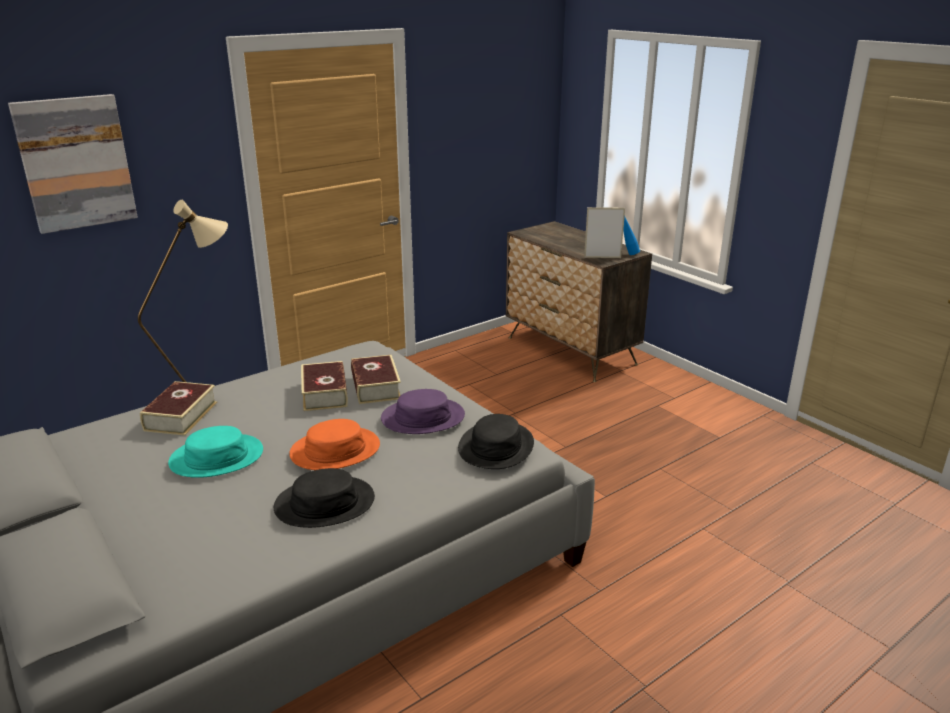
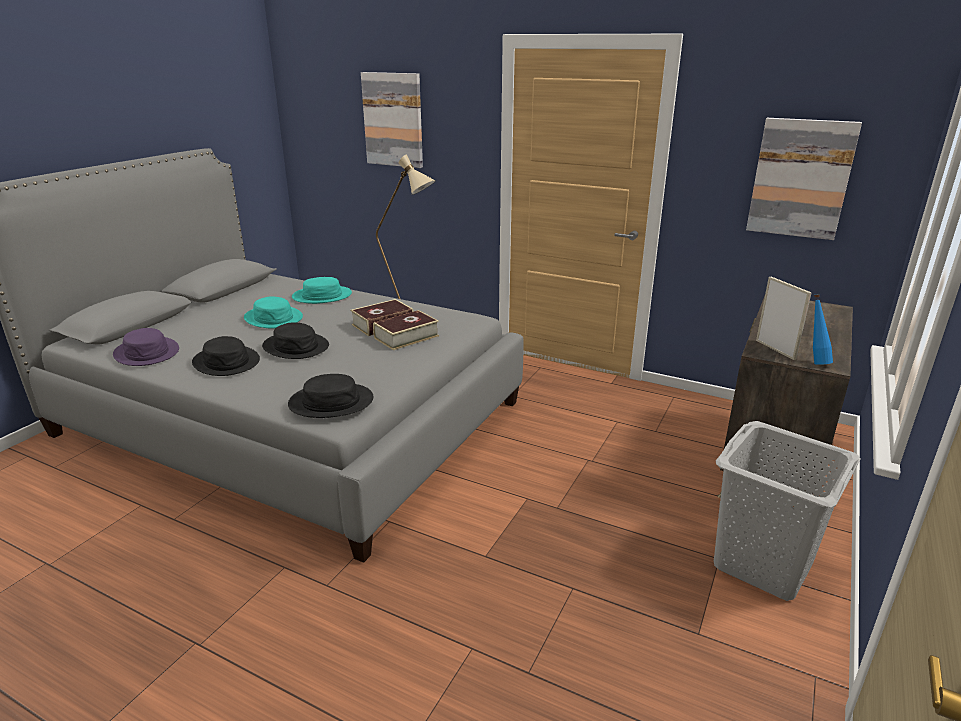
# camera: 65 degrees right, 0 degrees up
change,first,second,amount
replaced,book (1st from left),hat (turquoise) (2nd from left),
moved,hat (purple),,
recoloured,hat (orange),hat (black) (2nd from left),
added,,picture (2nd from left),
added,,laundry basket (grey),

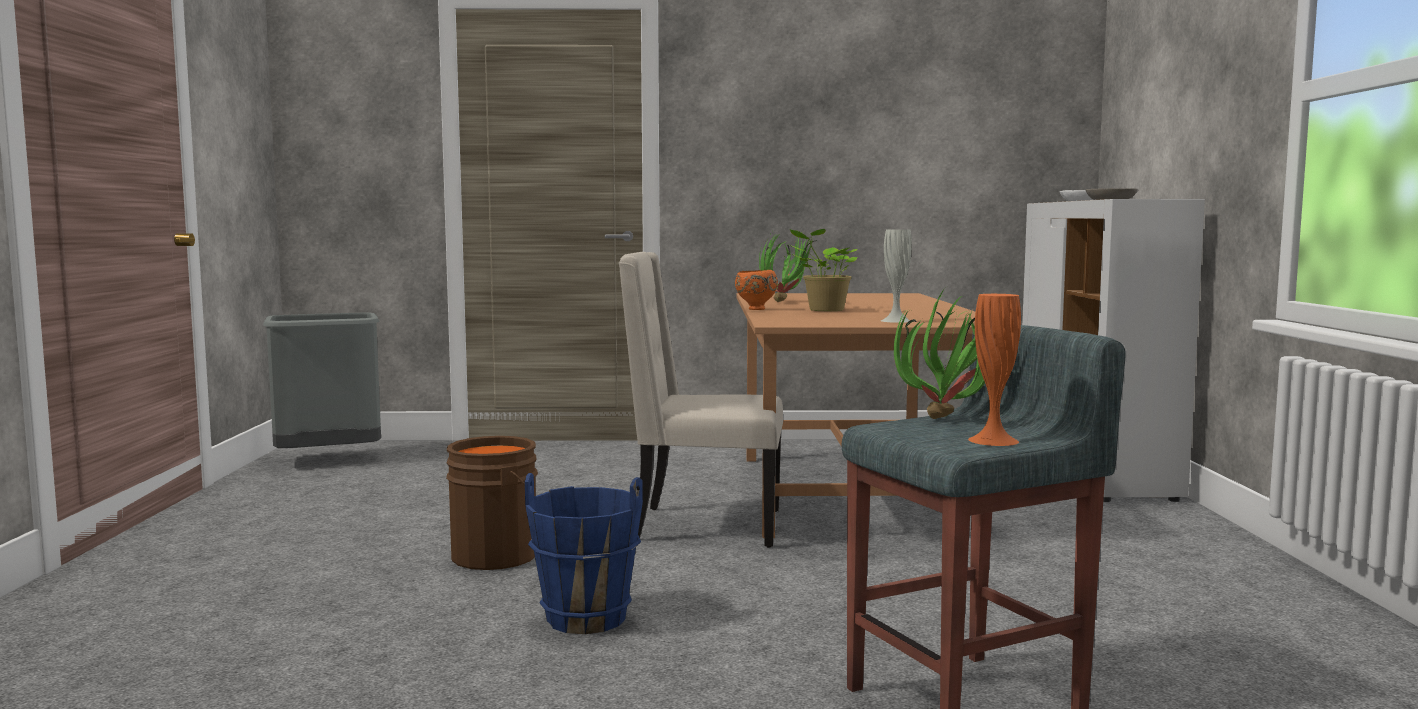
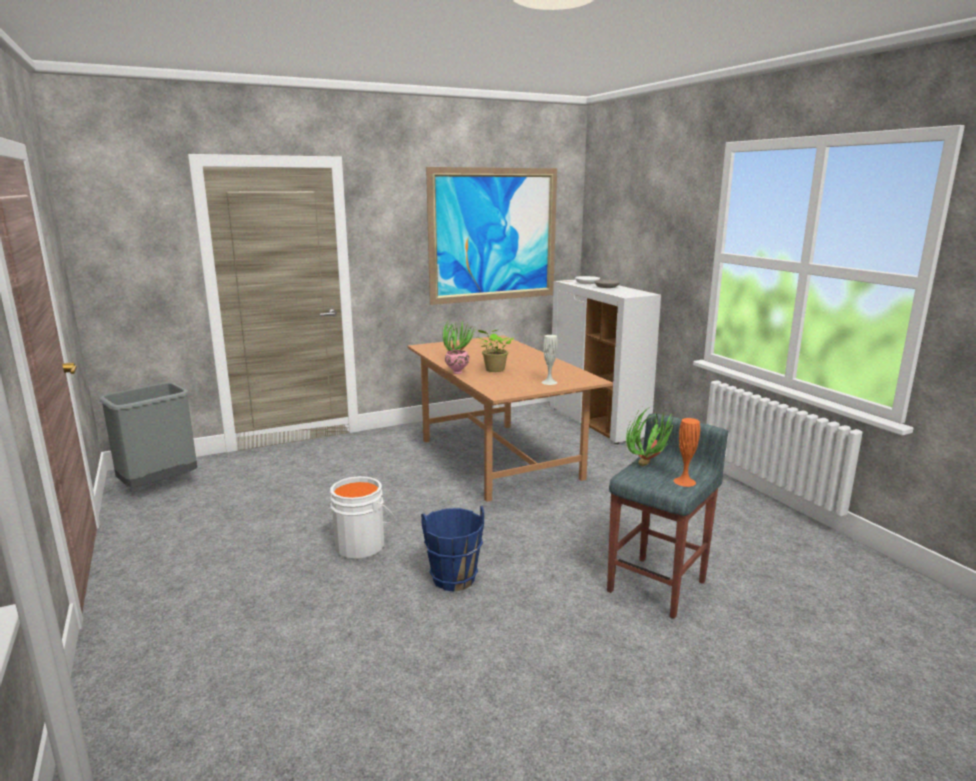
# camera: 25 degrees left, 10 degrees up
change,first,second,amount
removed,chair (beige),,
recoloured,bowl (orange),bowl (pink),
recoloured,bucket (brown),bucket (white),
added,,picture,

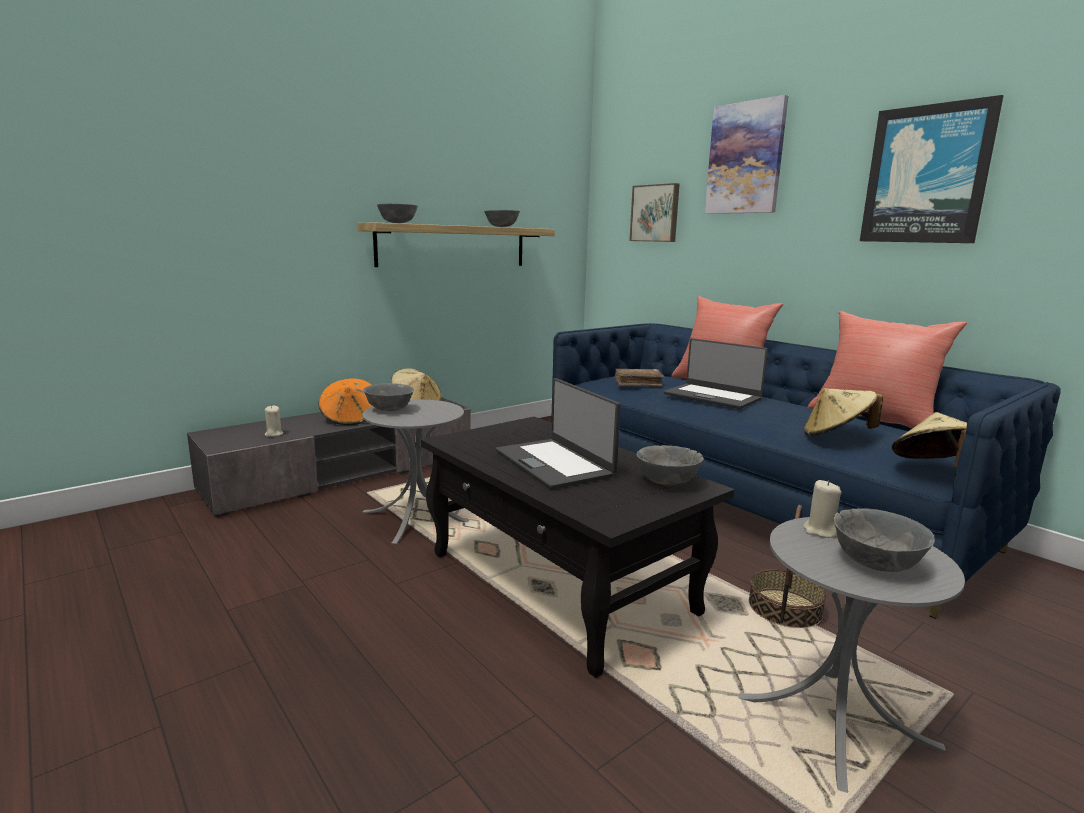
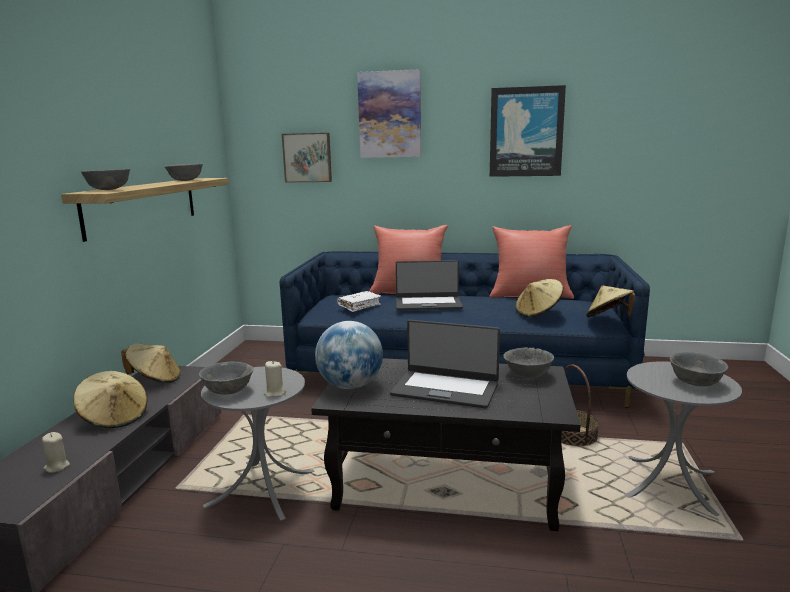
# camera: 40 degrees left, 0 degrees up
change,first,second,amount
recoloured,book (brown),book (white),
recoloured,hat (orange),hat (beige) (1st from left),
moved,candle (beige) (2nd from left),,
added,,globe,

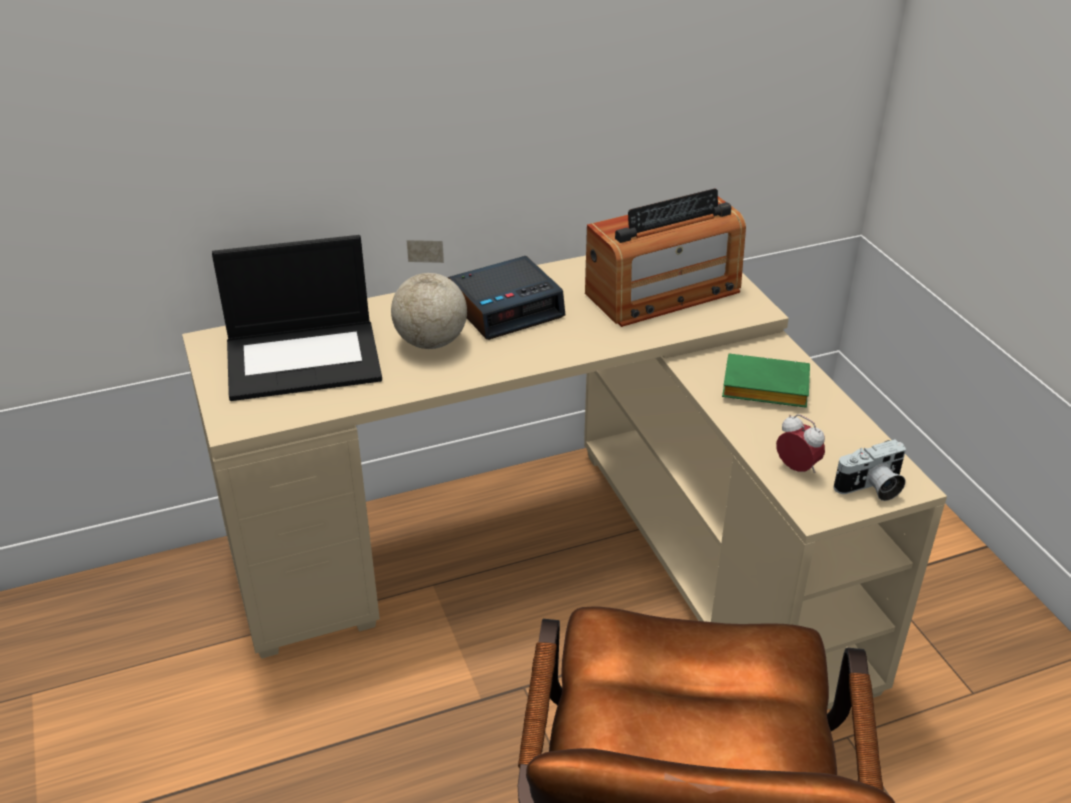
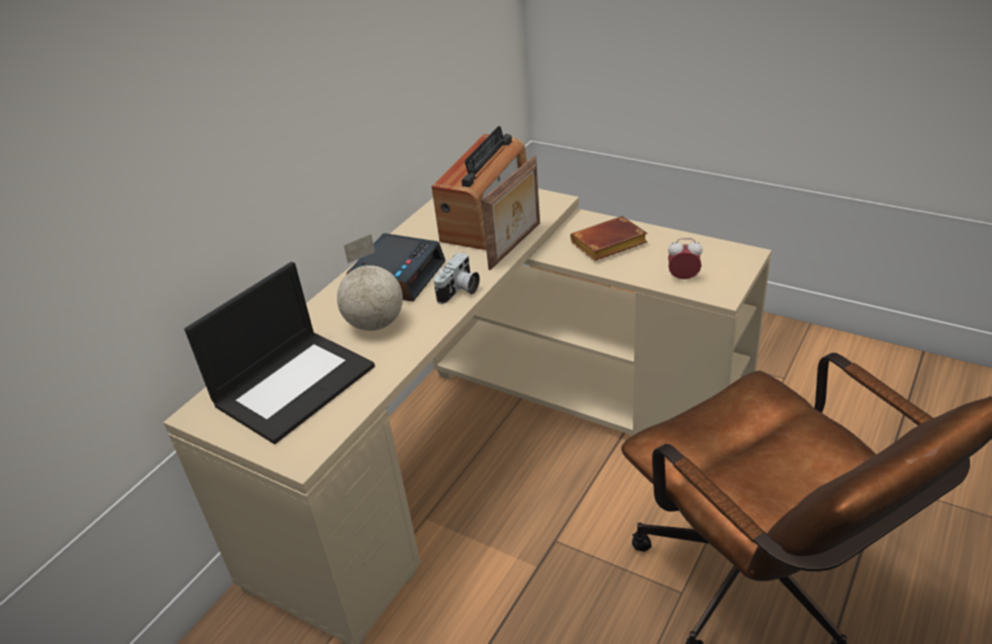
# camera: 35 degrees left, 0 degrees up
change,first,second,amount
recoloured,book (green),book (brown),
moved,photo camera,,
added,,picture frame,

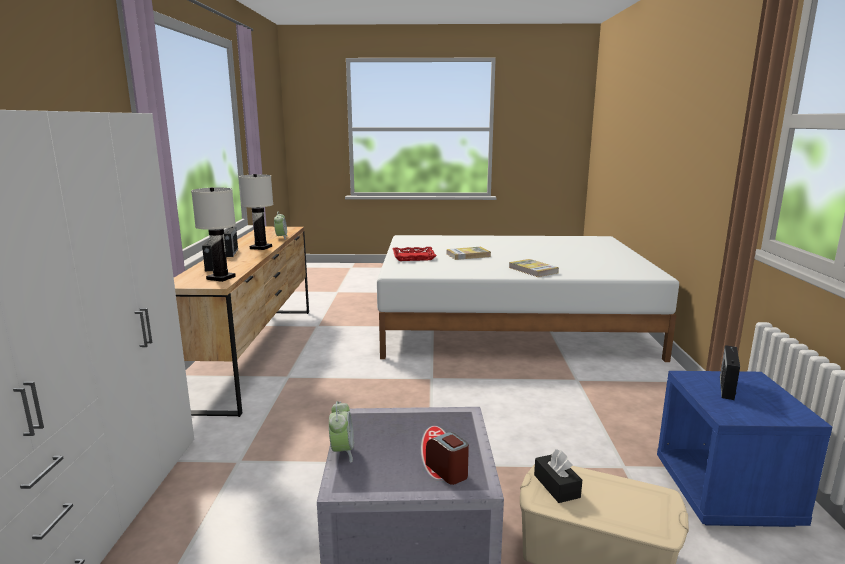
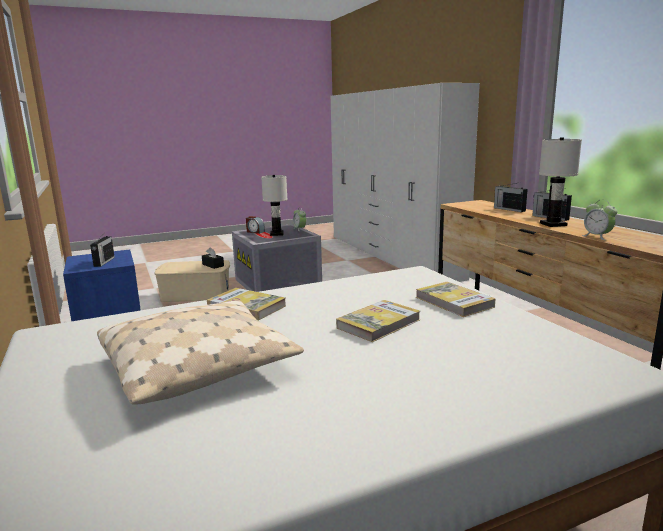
# camera: 155 degrees right, 0 degrees up
change,first,second,amount
moved,table lamp (white) (1st from left),,
replaced,tray (red),book (3rd from left),
added,,pillow (beige),

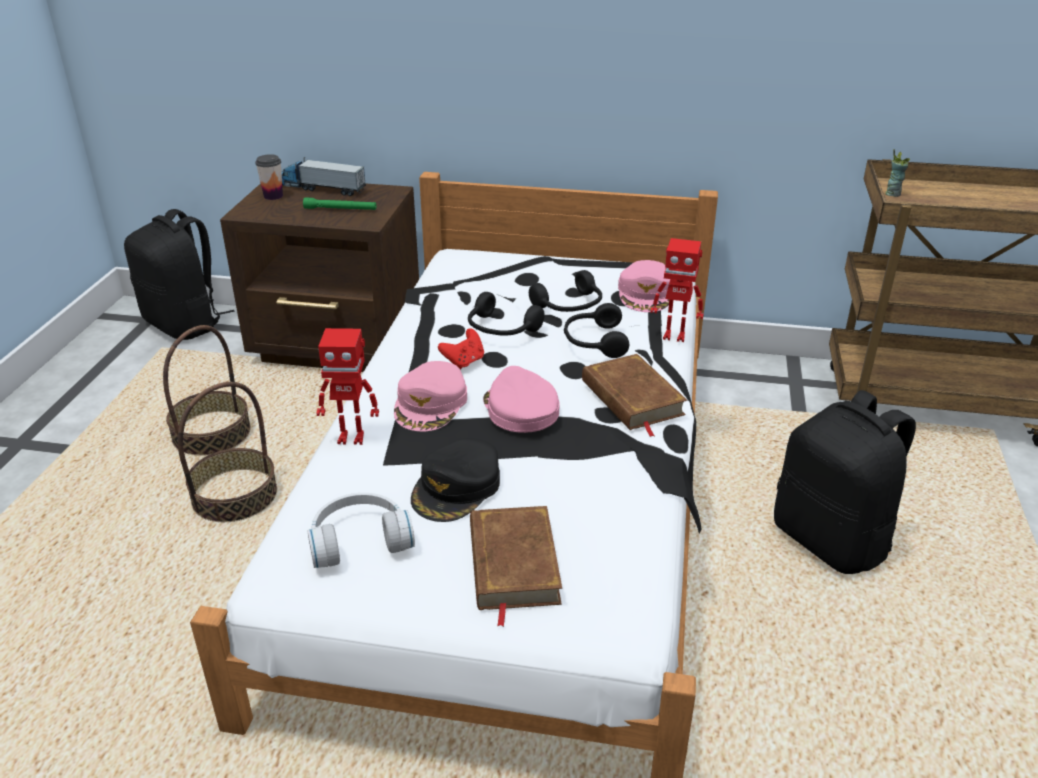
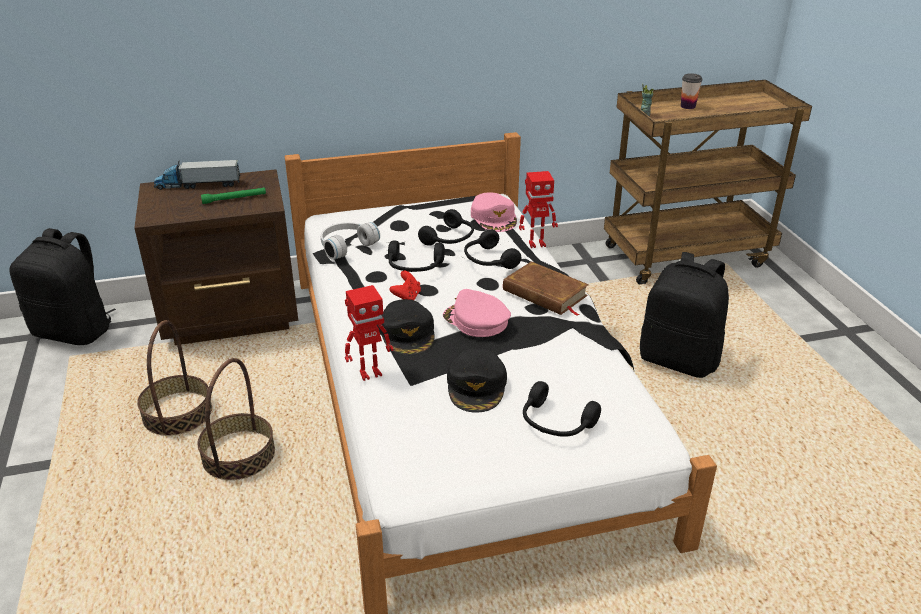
# camera: 25 degrees left, 0 degrees up
change,first,second,amount
moved,cup (1st from left in the first image),cup (2nd from left),
recoloured,cap (pink) (1st from left),cap (black) (1st from left),
moved,headphones (white),,
replaced,book (brown) (1st from left),headphones (black) (4th from left),

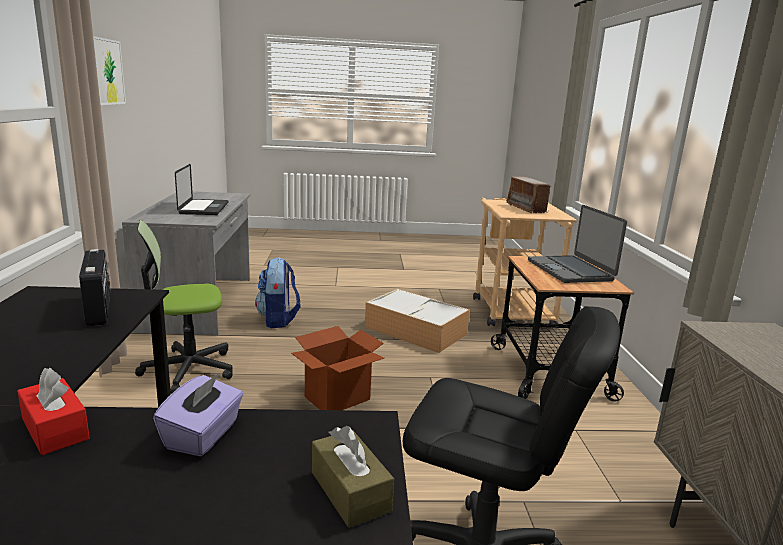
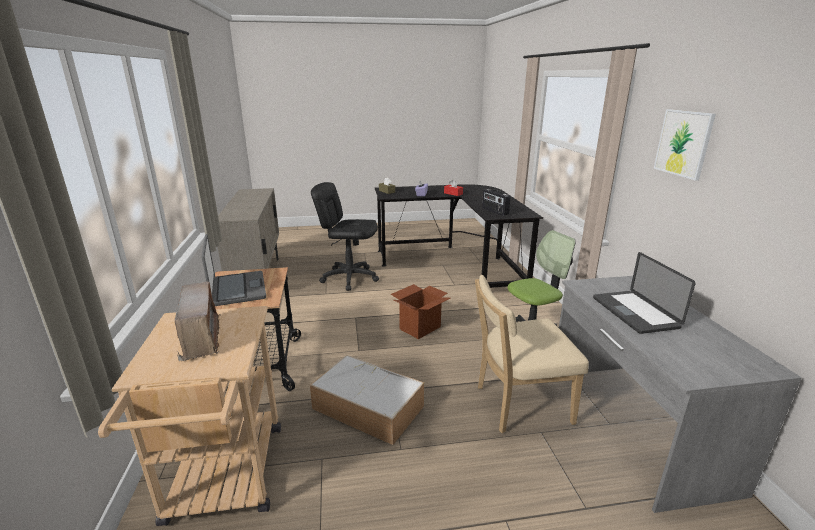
# camera: 175 degrees right, 5 degrees up
change,first,second,amount
replaced,backpack,chair (beige),

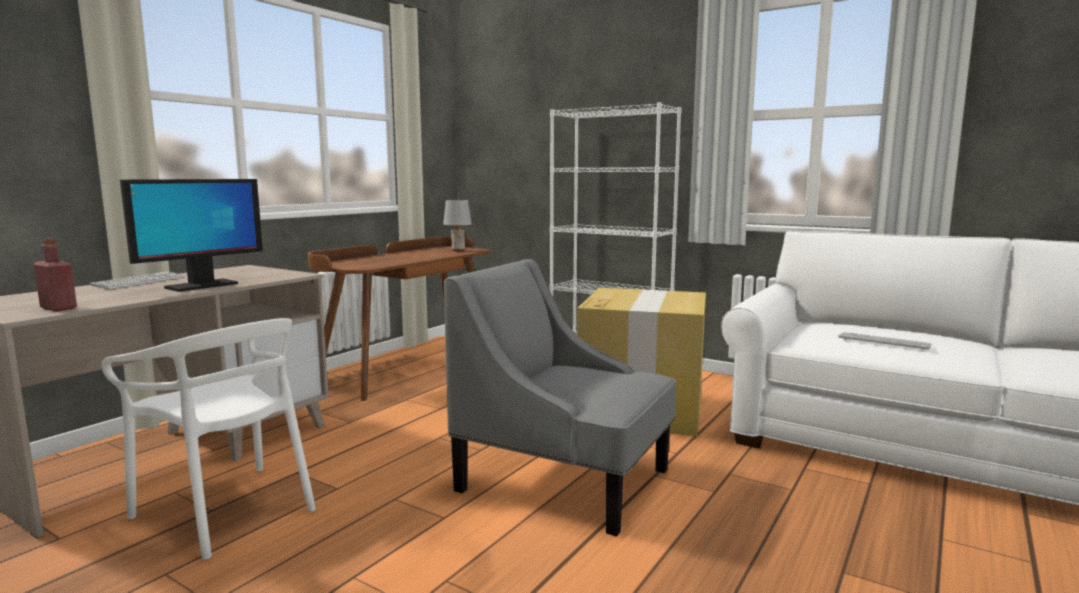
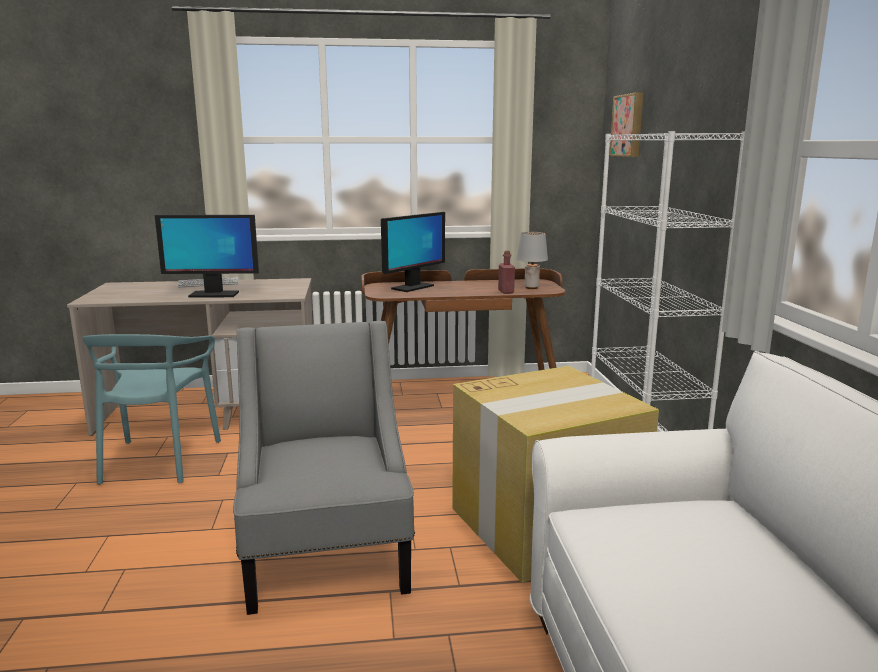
# camera: 50 degrees right, 5 degrees up
change,first,second,amount
moved,bottle (red),,
recoloured,chair (white),chair (turquoise),
removed,keyboard (2nd from left),,
added,,picture,
added,,monitor (2nd from left),

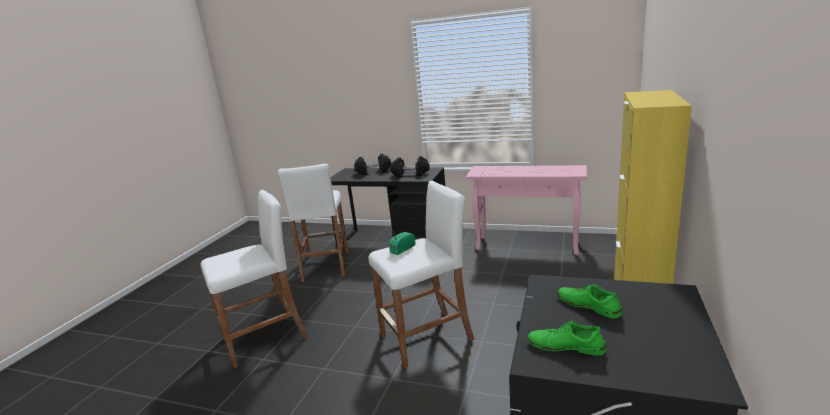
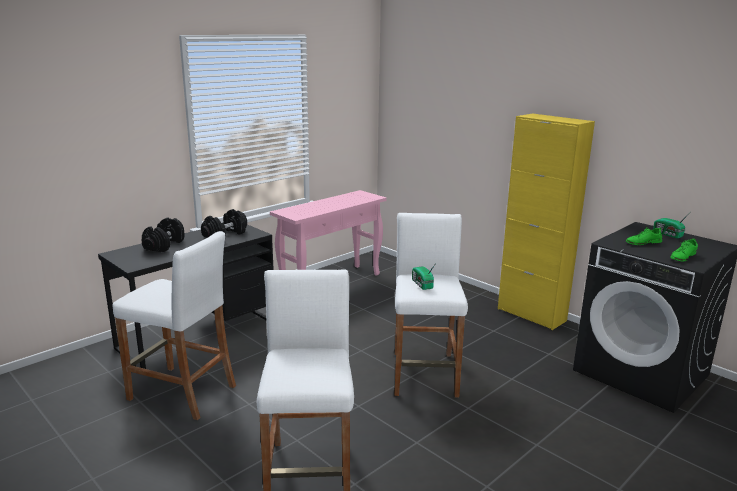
# camera: 65 degrees left, 0 degrees up
change,first,second,amount
added,,radio (2nd from left),

